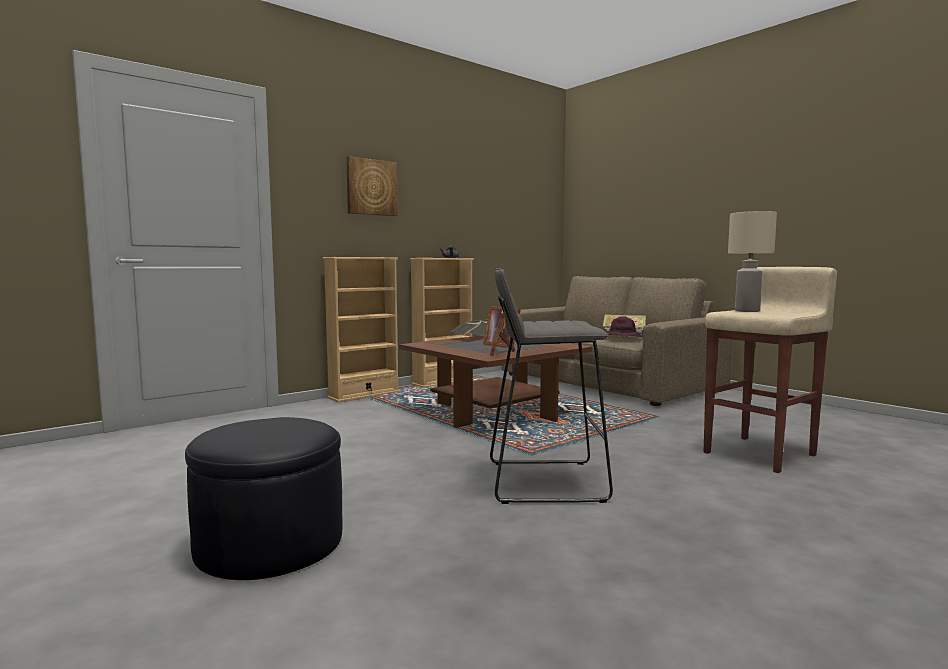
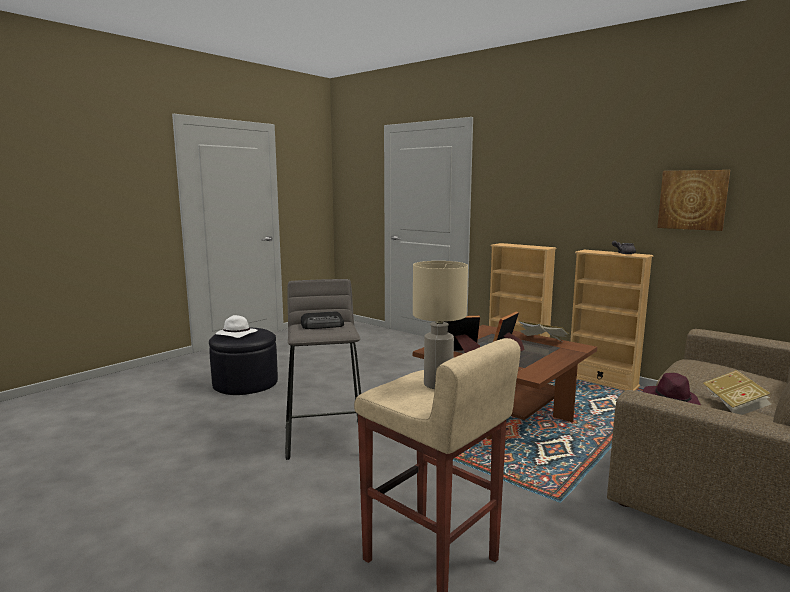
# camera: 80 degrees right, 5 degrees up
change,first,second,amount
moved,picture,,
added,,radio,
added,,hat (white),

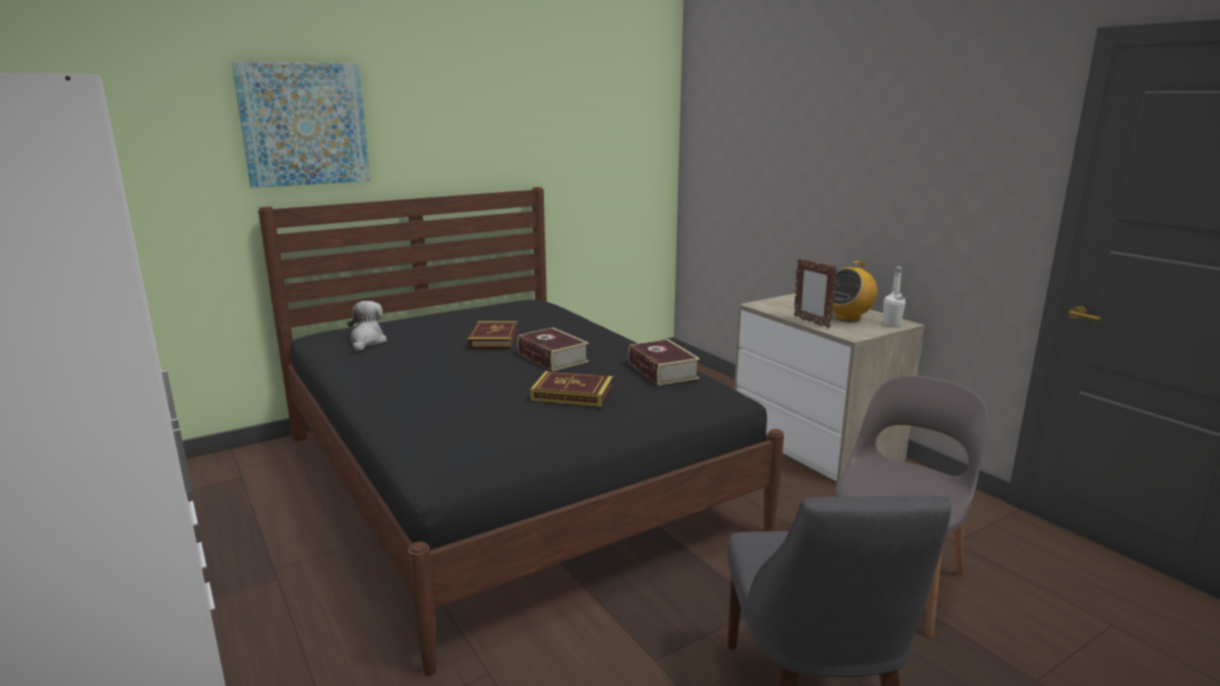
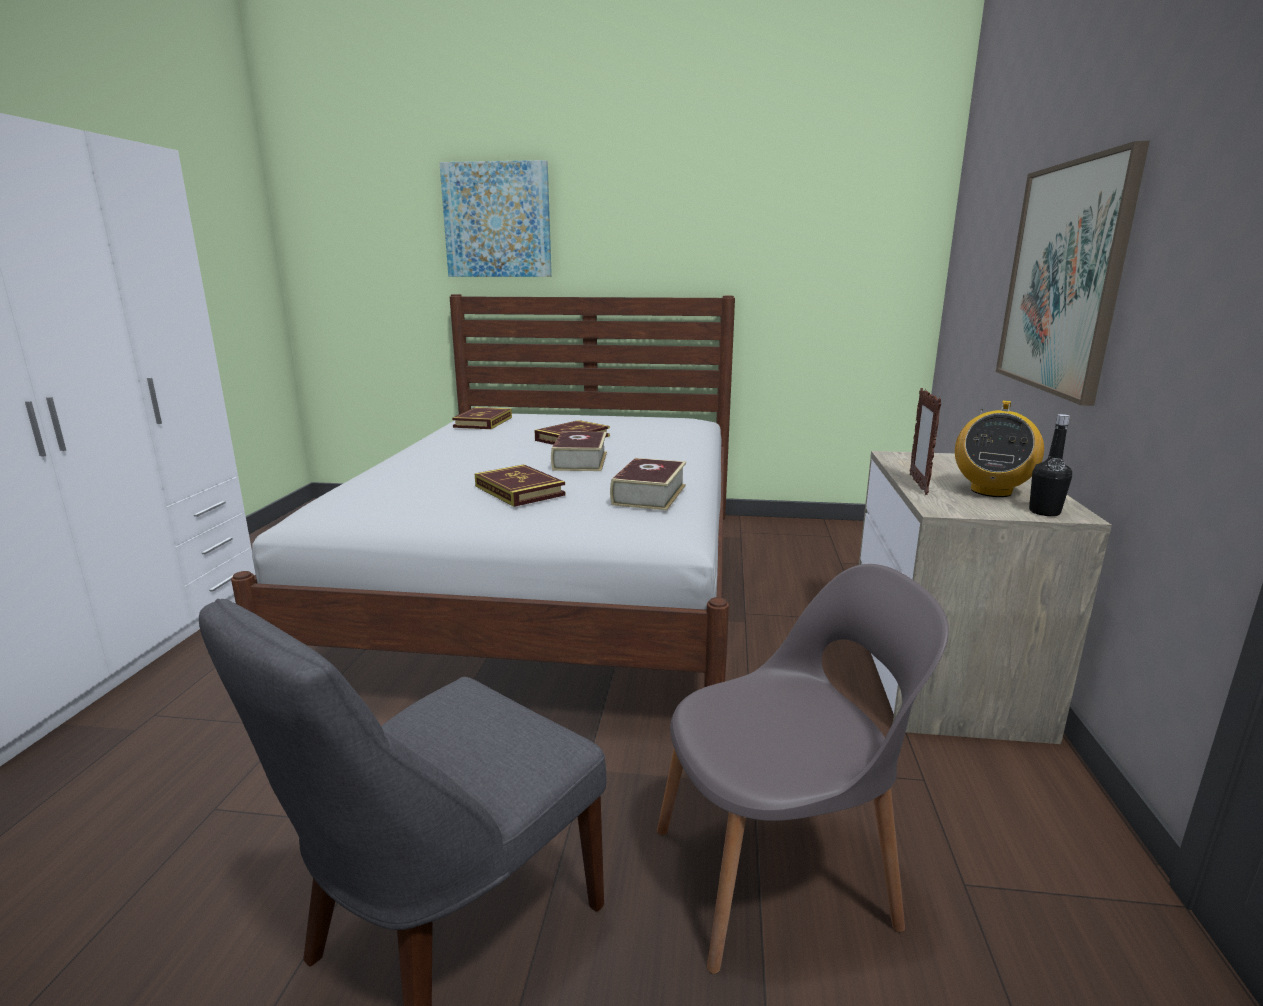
# camera: 40 degrees right, 0 degrees up
change,first,second,amount
recoloured,bed (black),bed (white),
turned,radio,,60 degrees counterclockwise
recoloured,bottle (white),bottle (black),
replaced,plush toy,book (1st from left),
added,,picture (2nd from left),

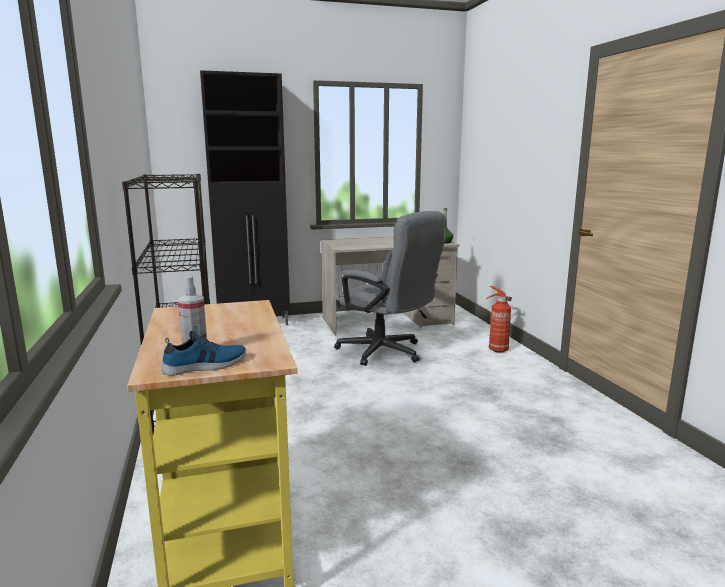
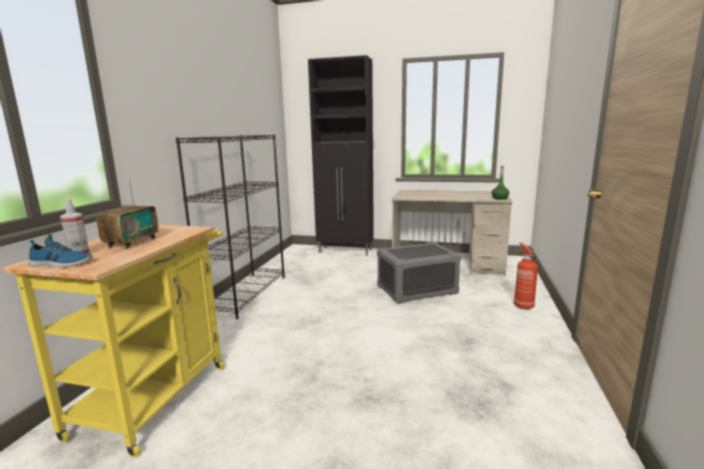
# camera: 30 degrees right, 0 degrees up
change,first,second,amount
replaced,office chair (grey),storage box (grey),
added,,radio,

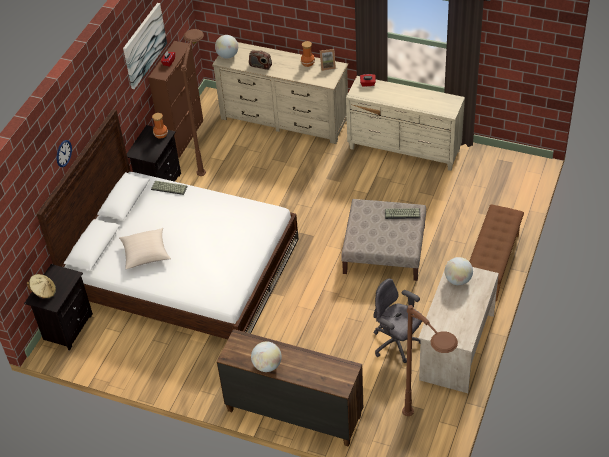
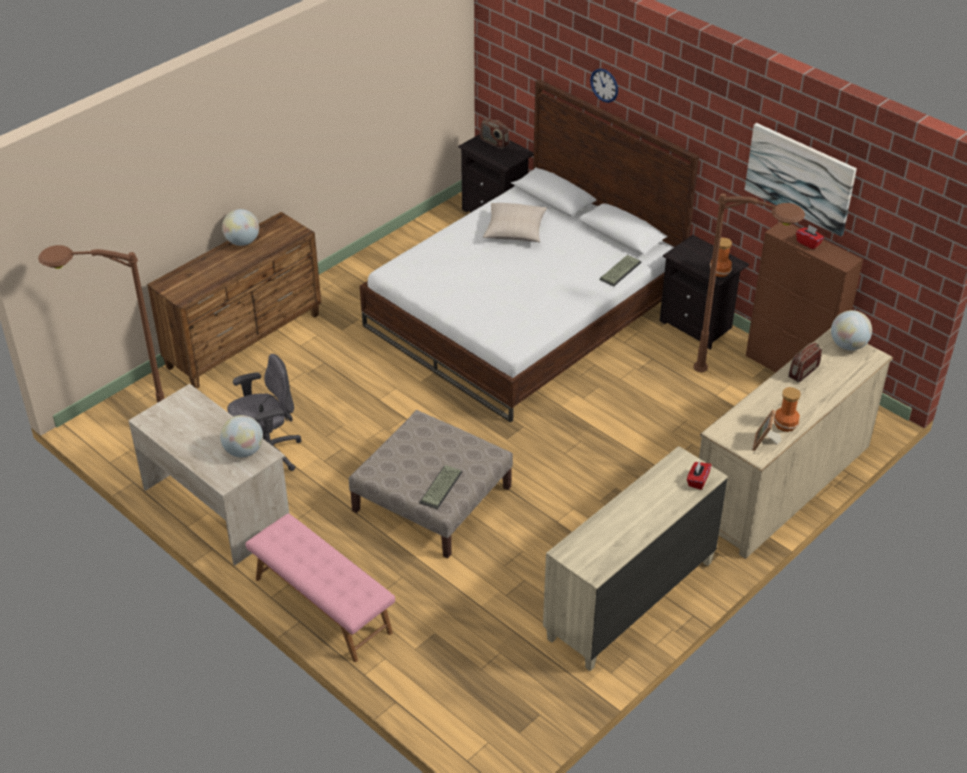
# camera: 110 degrees right, 5 degrees down
change,first,second,amount
recoloured,bench (brown),bench (pink),
replaced,hat (beige),radio (1st from left),

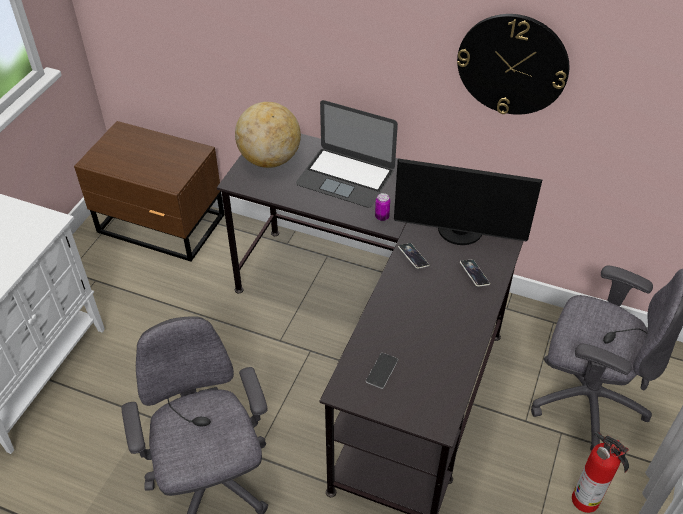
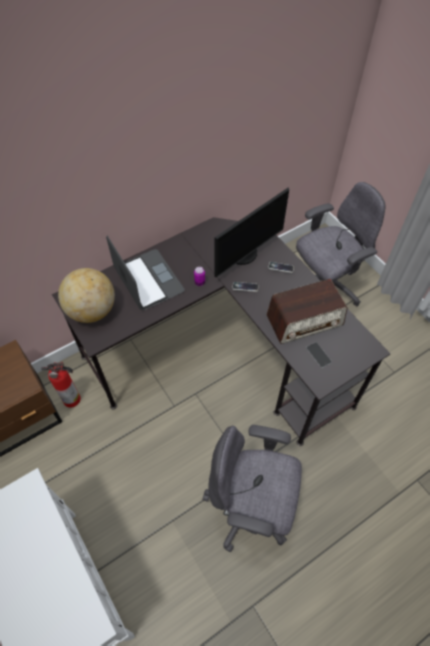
# camera: 55 degrees left, 10 degrees up
change,first,second,amount
removed,wall clock,,
turned,laptop,,90 degrees counterclockwise
moved,fire extinguisher,,
added,,radio,

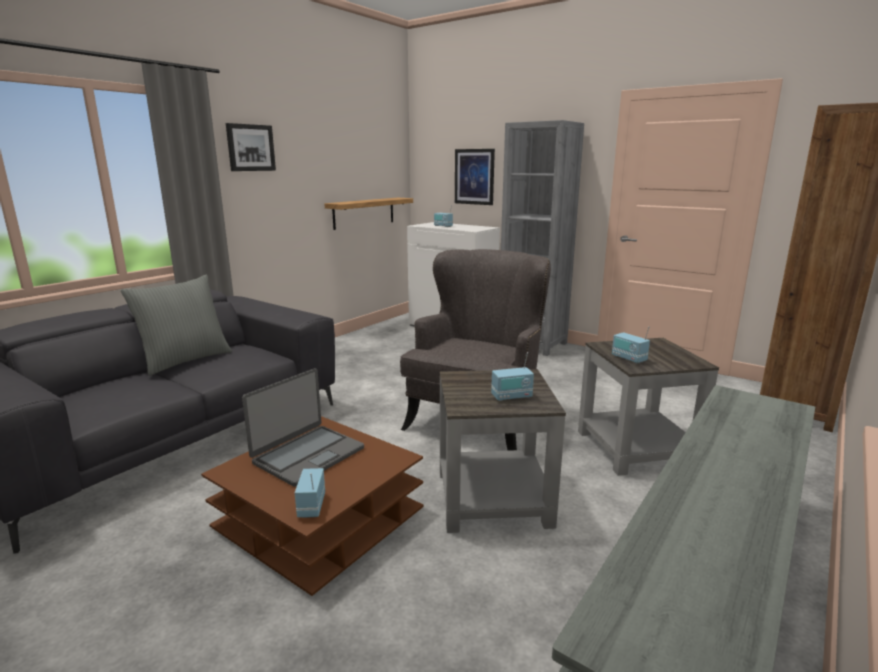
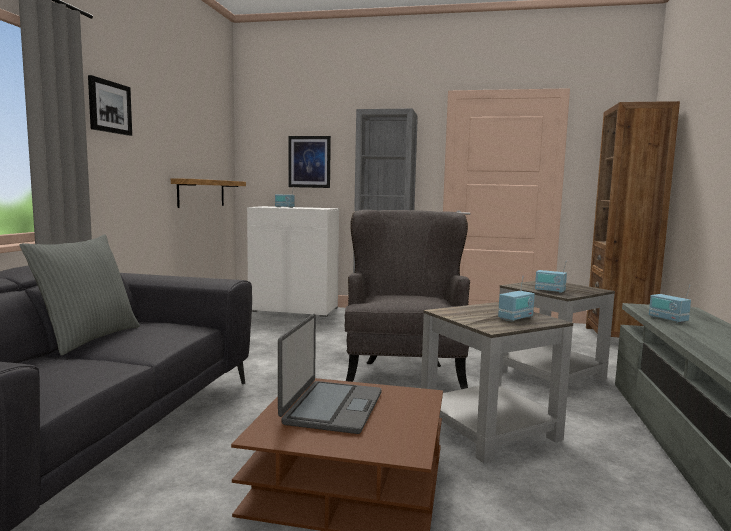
# camera: 25 degrees left, 10 degrees down
change,first,second,amount
moved,radio (1st from left in the first image),radio (4th from left),

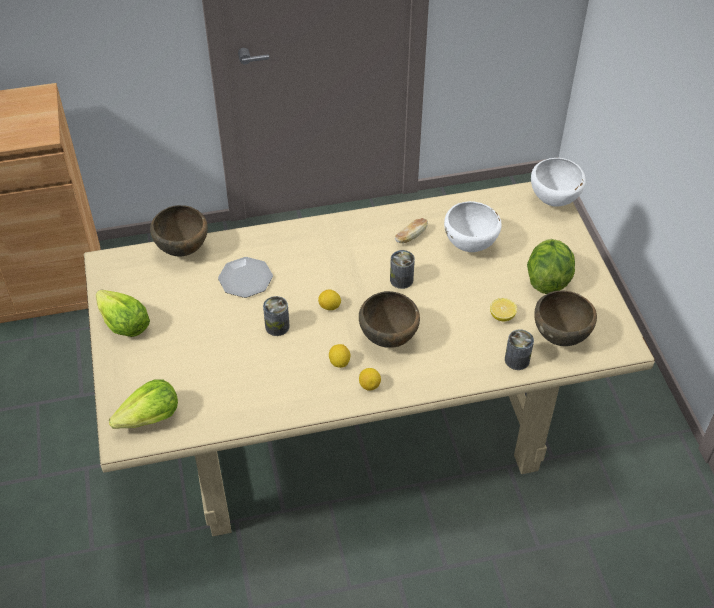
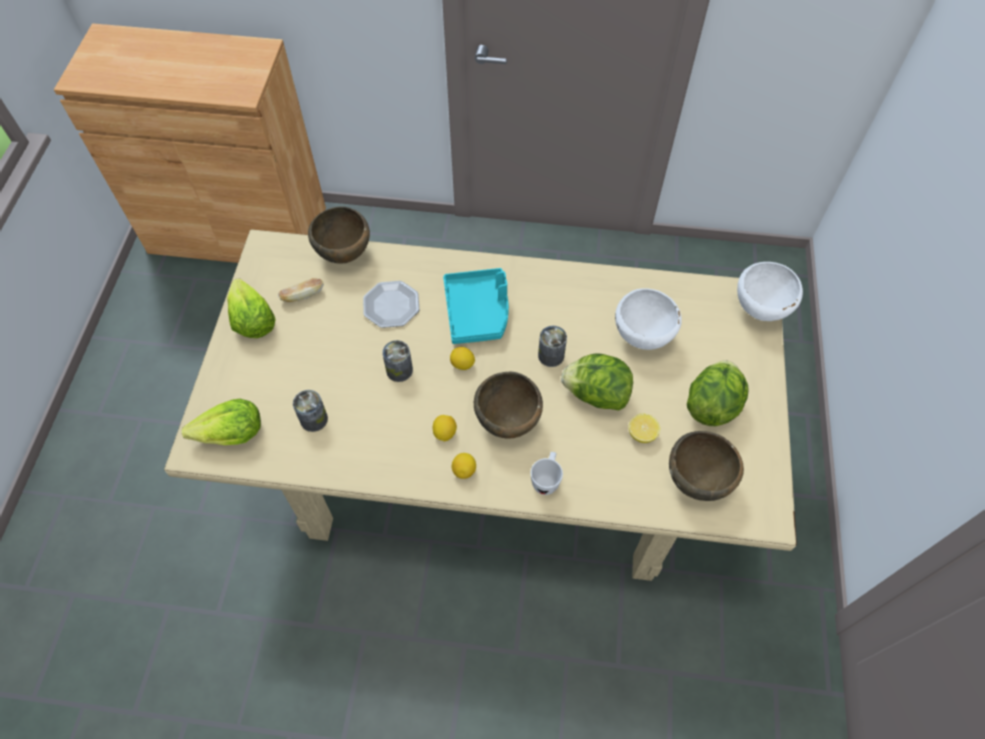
# camera: 20 degrees right, 10 degrees up
change,first,second,amount
moved,bread,,
moved,can (3rd from left in the first image),can (1st from left),
added,,tray (turquoise),
added,,lettuce (3rd from left),
added,,mug (white),

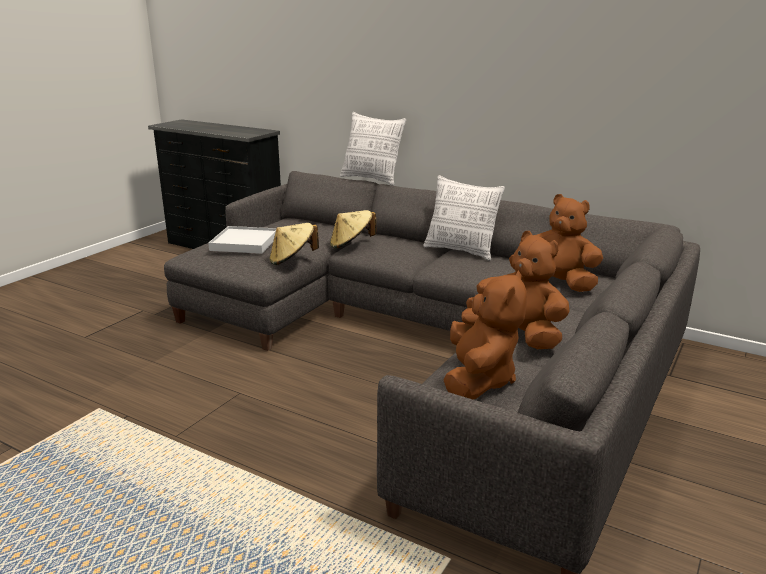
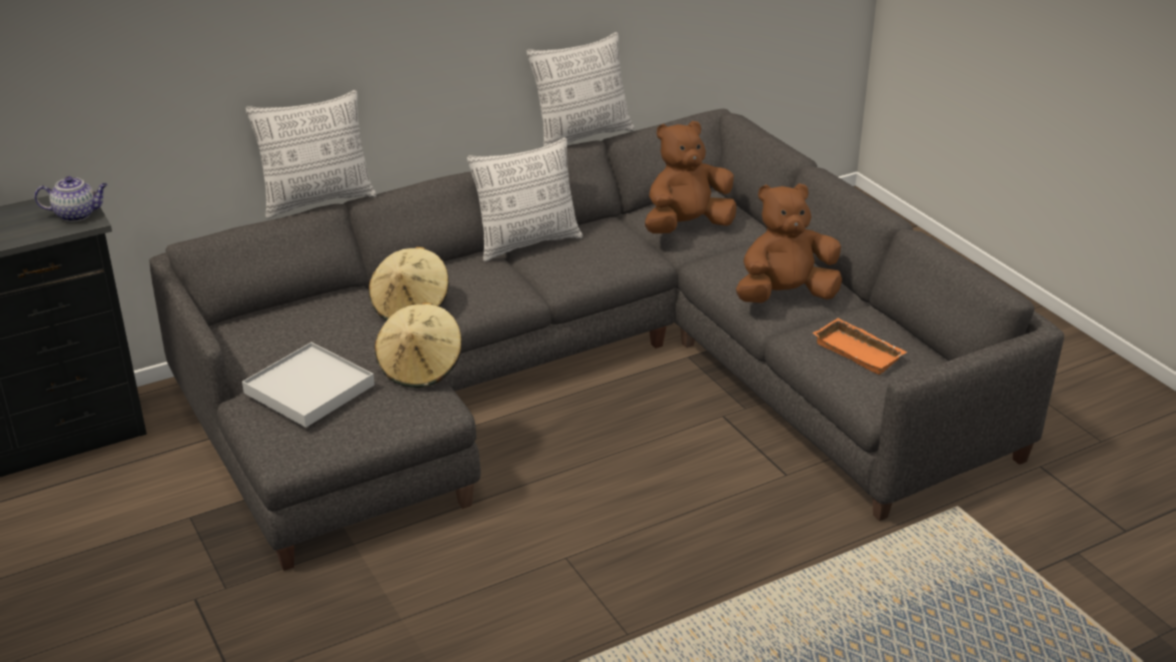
# camera: 60 degrees left, 10 degrees up
change,first,second,amount
replaced,plush toy (brown) (1st from left),tray (orange),
added,,pillow (3rd from left),
added,,teapot,

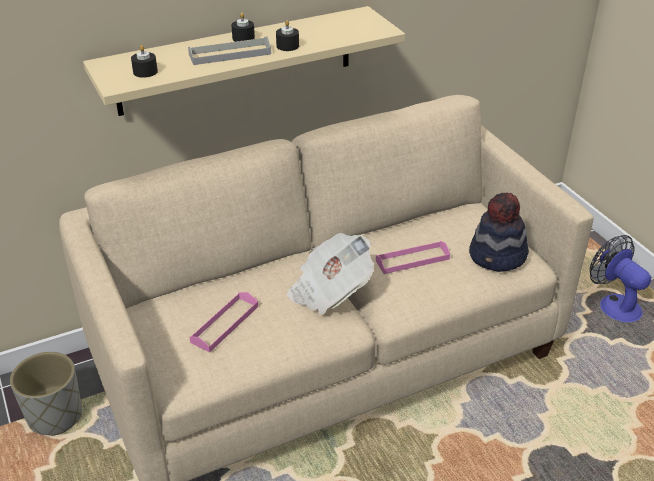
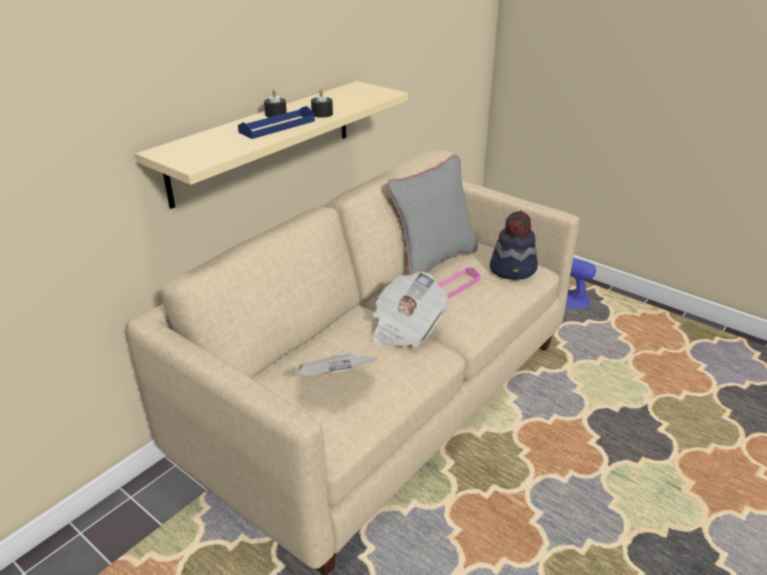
# camera: 25 degrees left, 5 degrees down
change,first,second,amount
recoloured,tray (grey),tray (blue),
removed,candle (black) (1st from left),,
replaced,tray (pink) (1st from left),newspaper (1st from left),
removed,planter (grey),,
added,,pillow (grey),

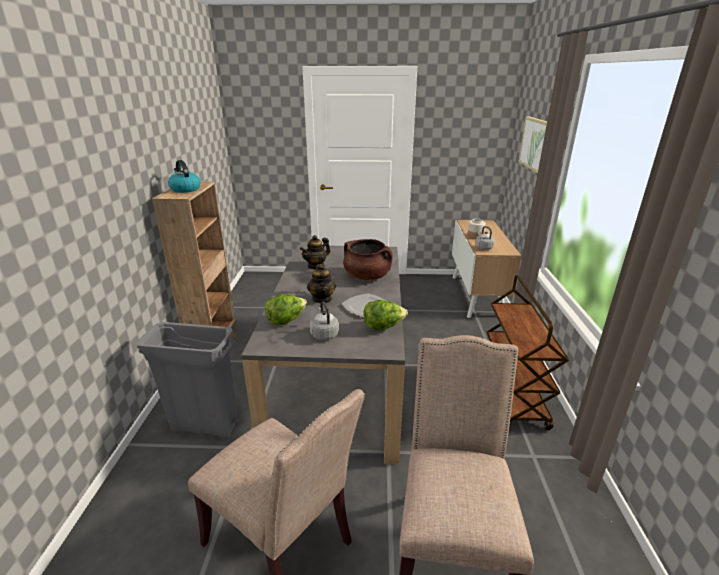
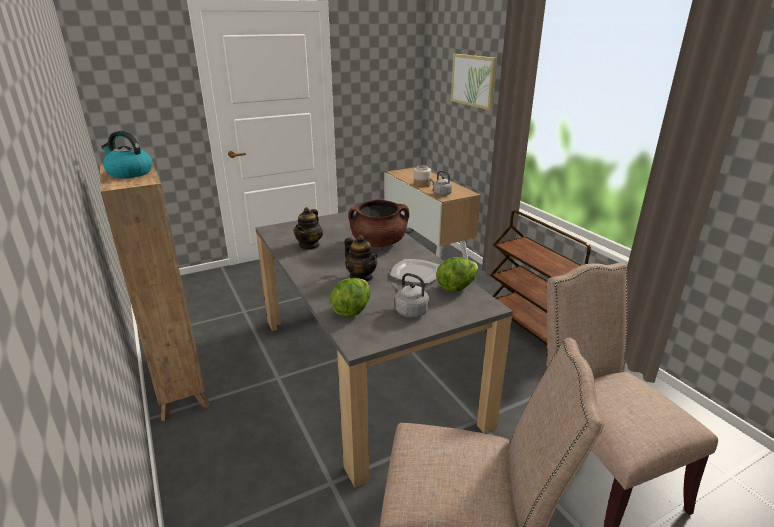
# camera: 30 degrees left, 0 degrees up
change,first,second,amount
removed,trash can (grey),,

